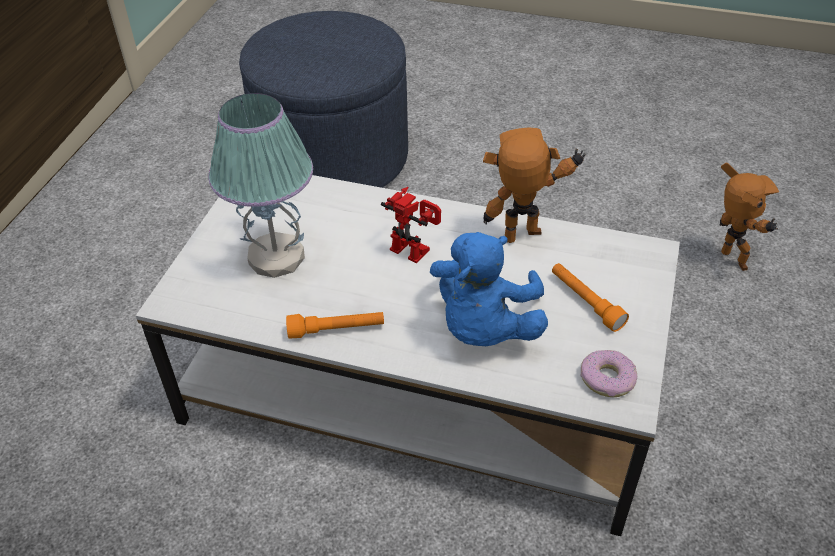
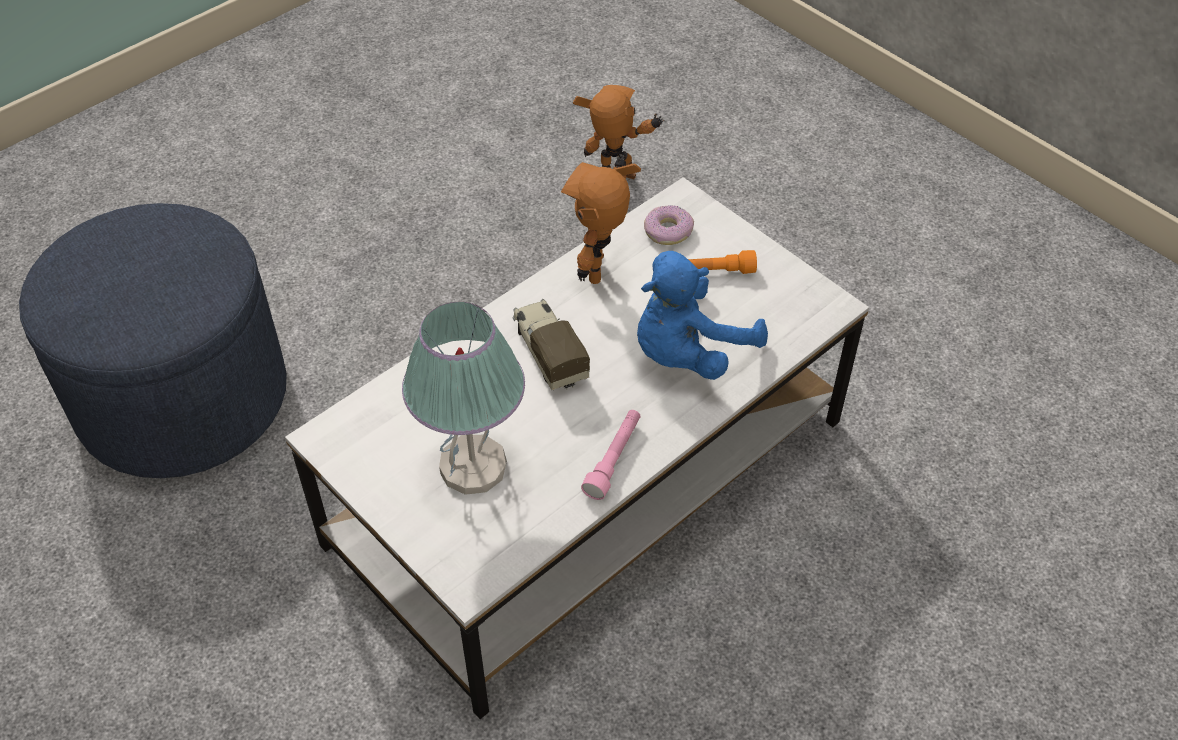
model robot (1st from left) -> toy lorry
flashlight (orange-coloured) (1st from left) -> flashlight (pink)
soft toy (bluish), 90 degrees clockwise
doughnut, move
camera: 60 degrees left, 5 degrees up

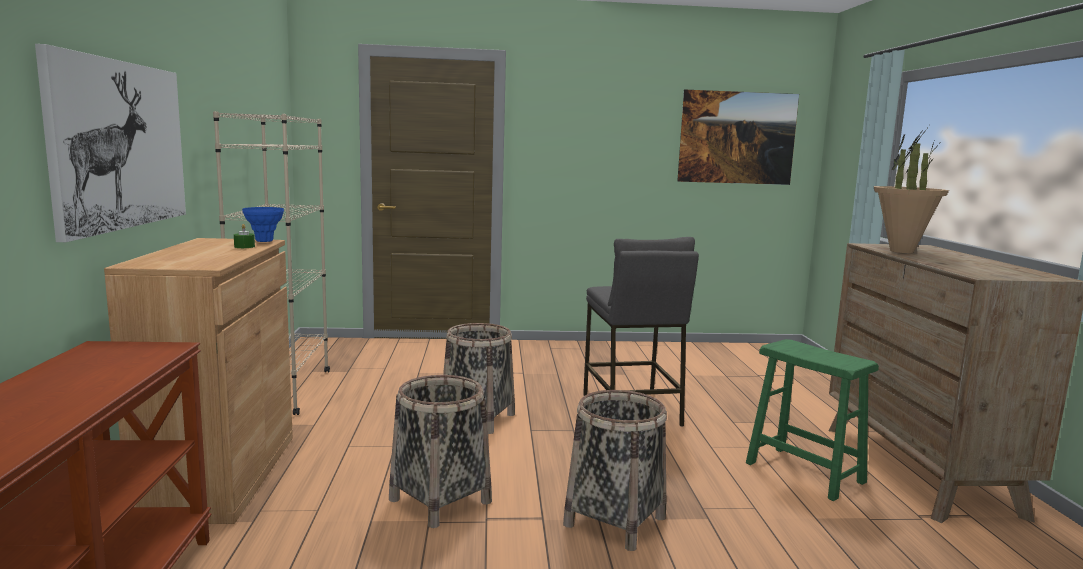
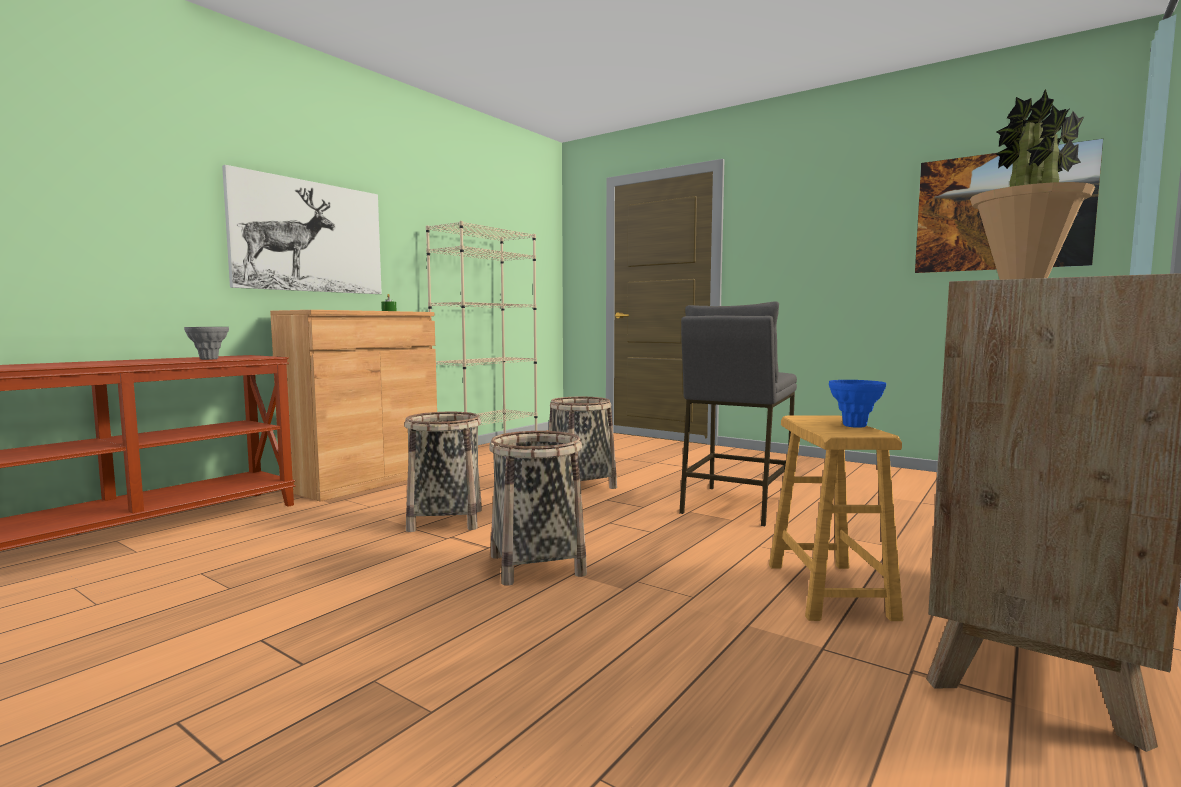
none -> vase (greyish)
stool seat (green) -> stool seat (brown)
vase (bluish), move
camera: 40 degrees right, 5 degrees down

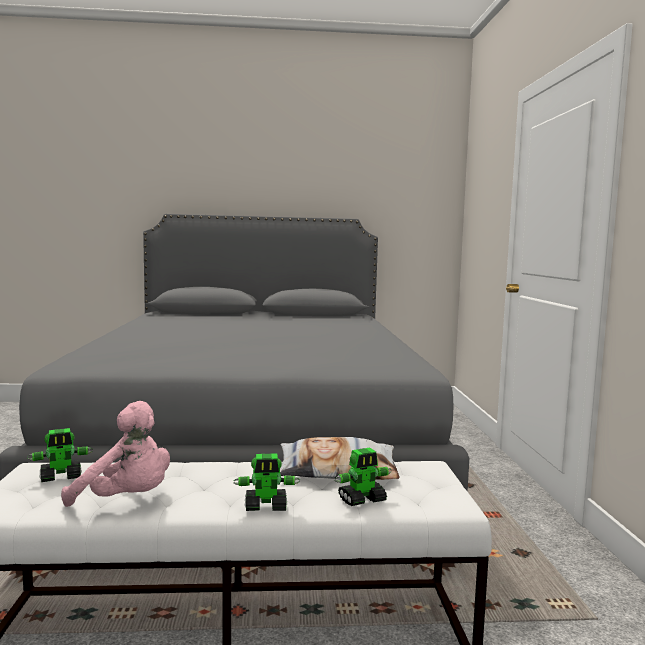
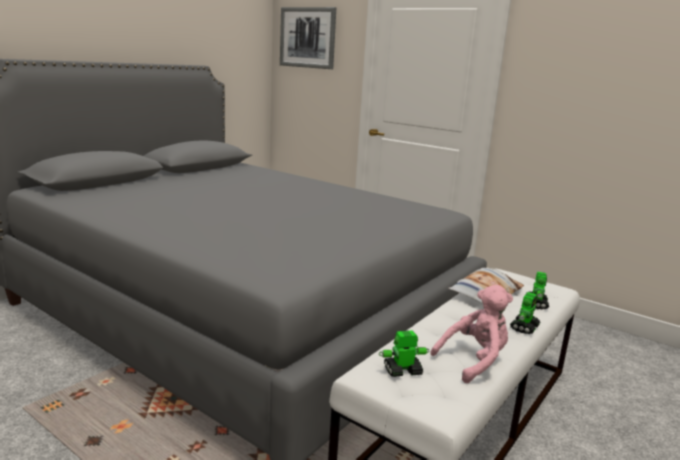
none -> wall art
model robot (1st from left), 120 degrees counterclockwise
camera: 50 degrees left, 10 degrees up

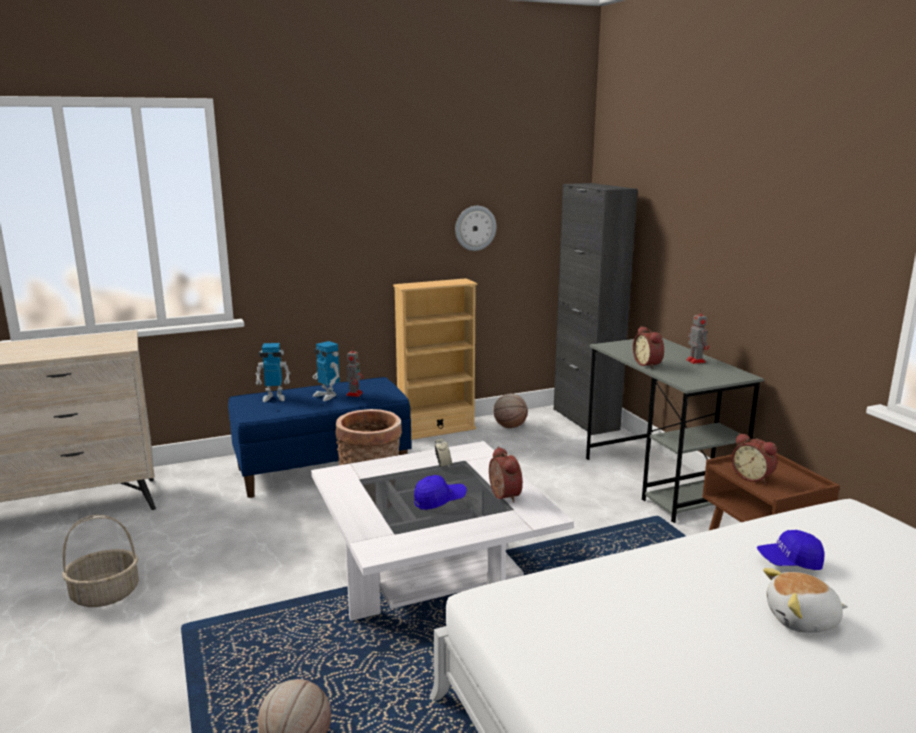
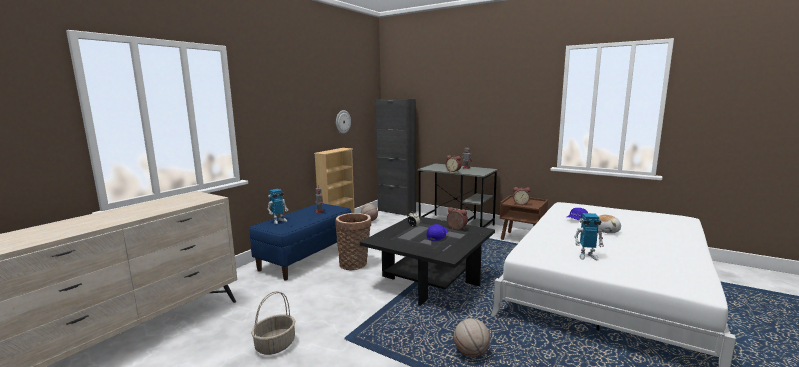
lounge table (white-coloured) -> lounge table (blackish)
model robot (2nd from left in the first image) -> model robot (4th from left), move
camera: 35 degrees left, 5 degrees down

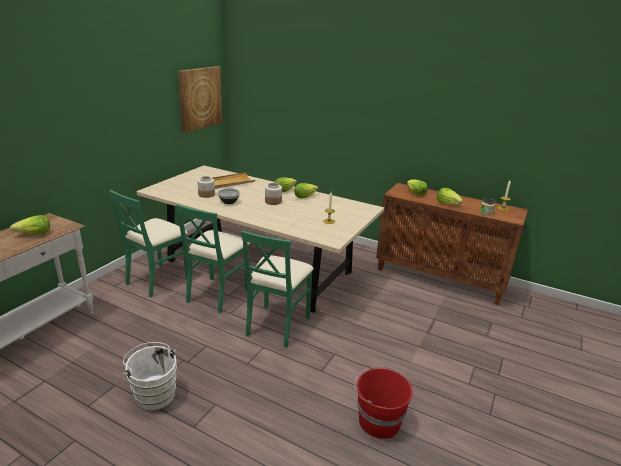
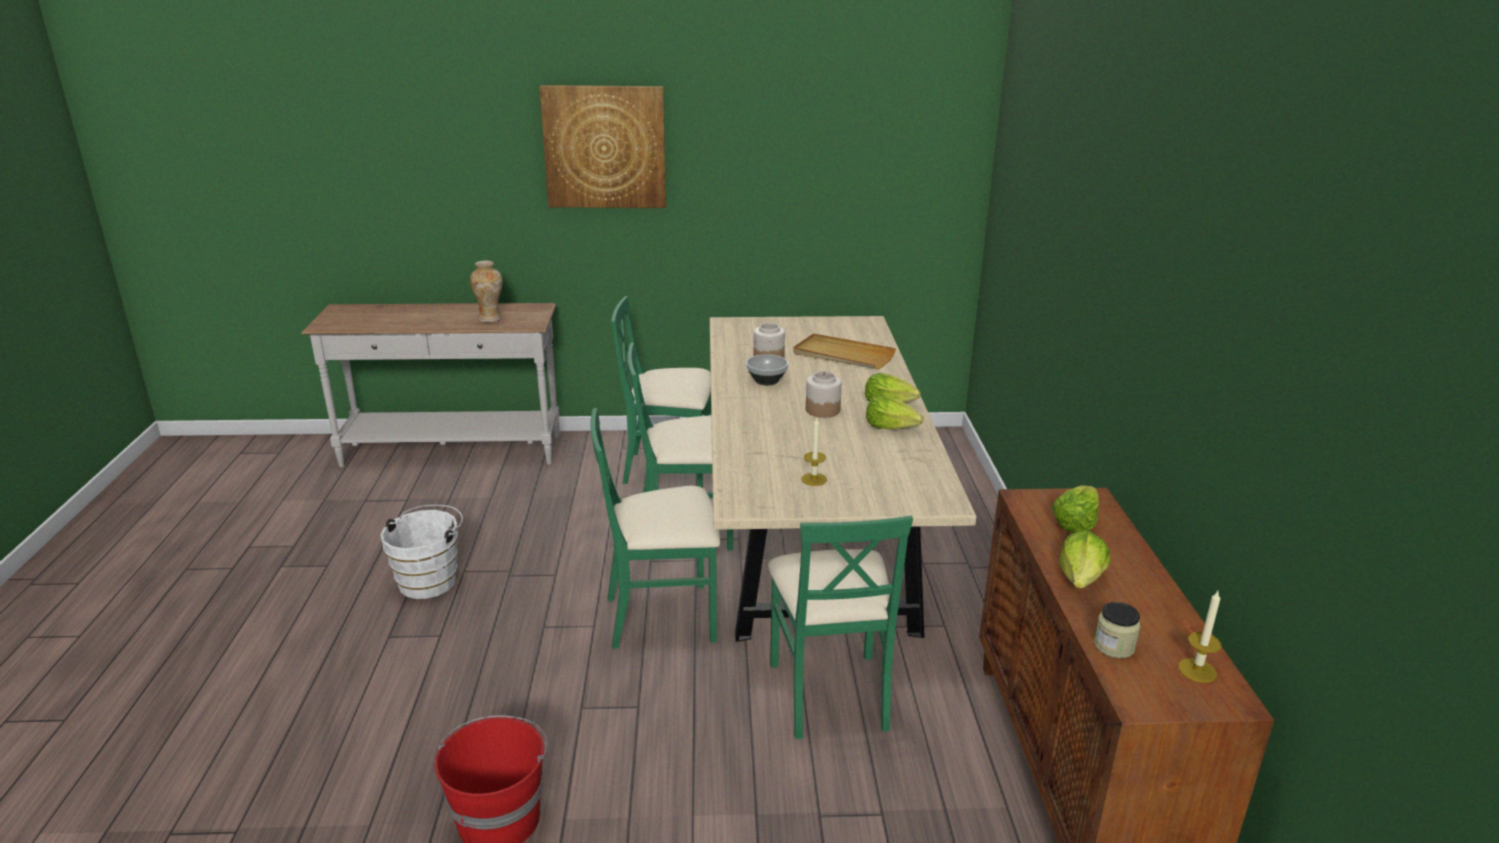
head of lettuce (1st from left) -> vase
wall art, move
none -> upright chair (green) (4th from left)
camera: 60 degrees right, 0 degrees up

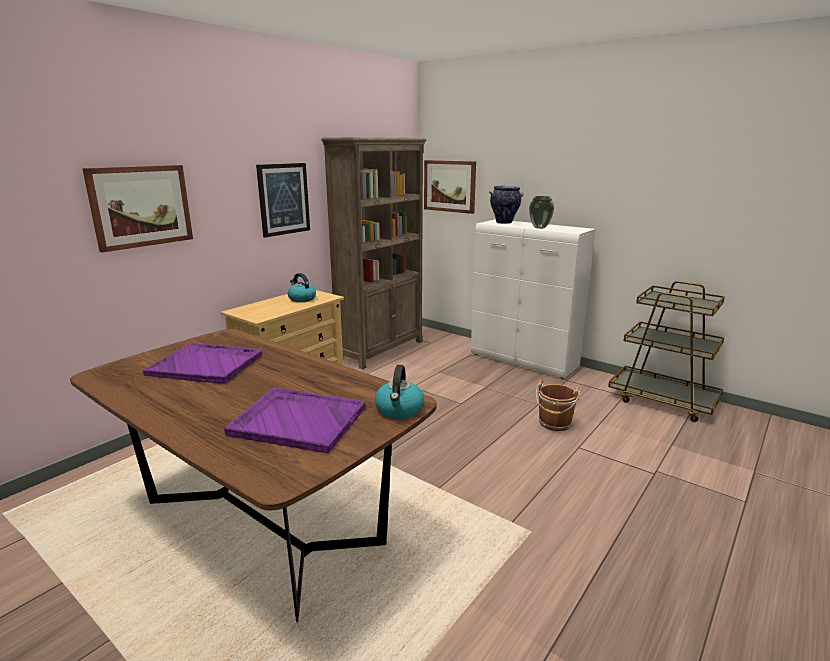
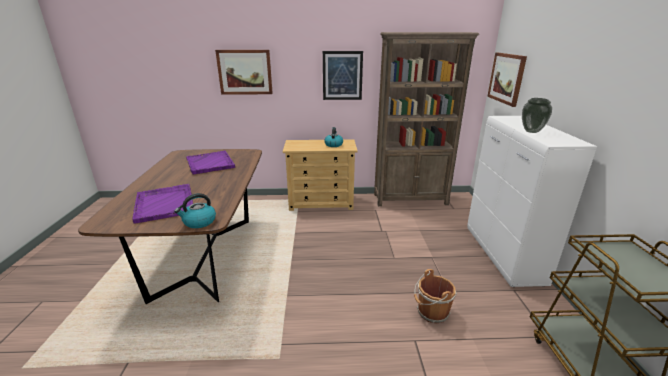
vase (1st from left) -> none
camera: 50 degrees right, 5 degrees up

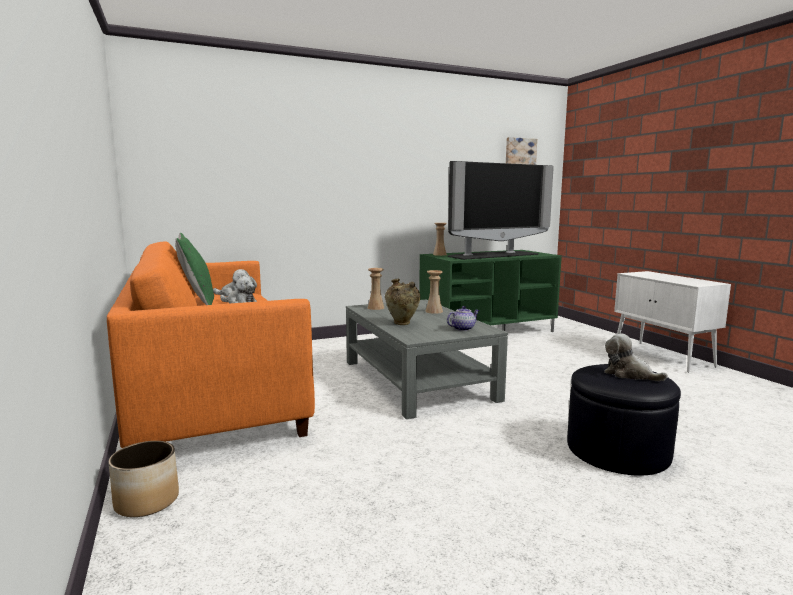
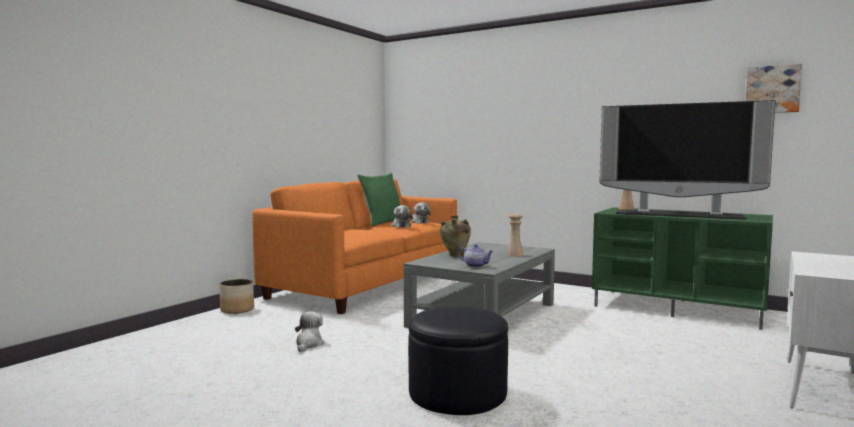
soft toy (3rd from left in the first image) -> soft toy (1st from left), move
vase (beige-coloured) (1st from left) -> none
camera: 55 degrees right, 5 degrees down

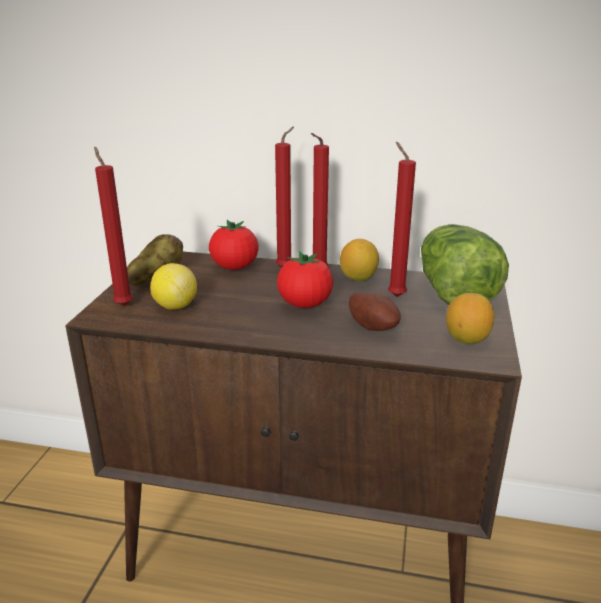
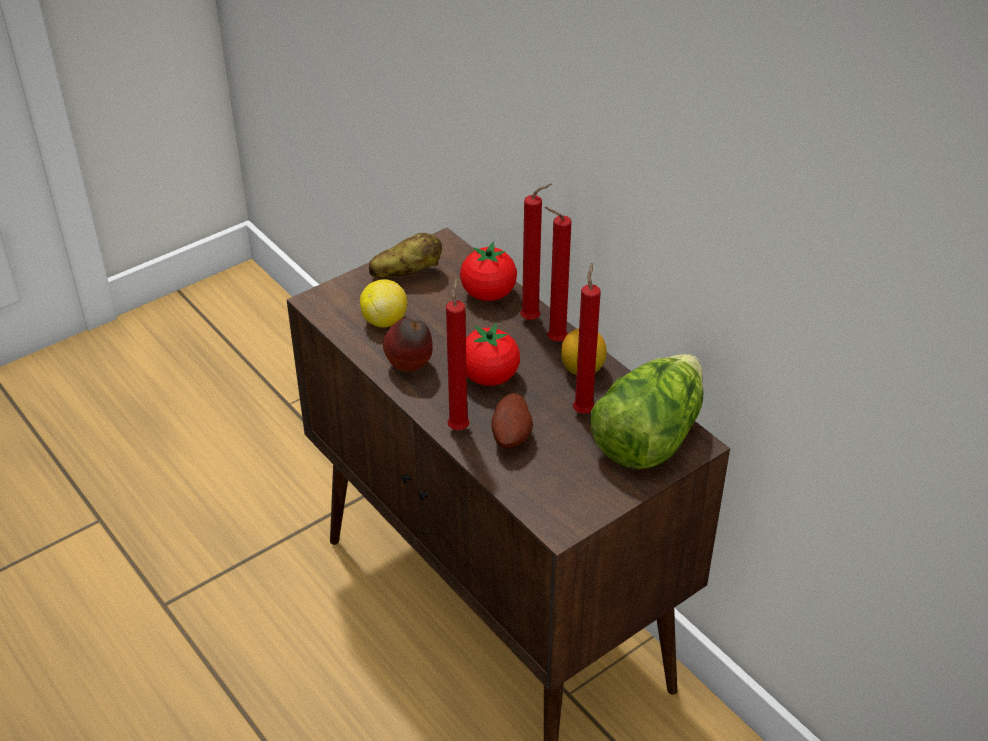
none -> apple
wax light (red) (1st from left), move
lemon (3rd from left) -> none
camera: 40 degrees right, 15 degrees up

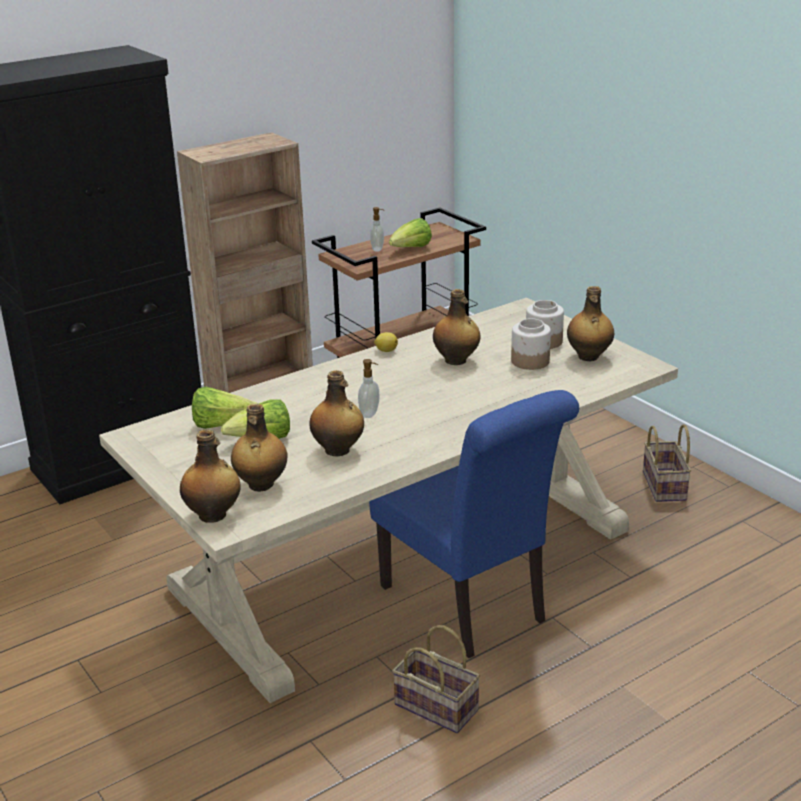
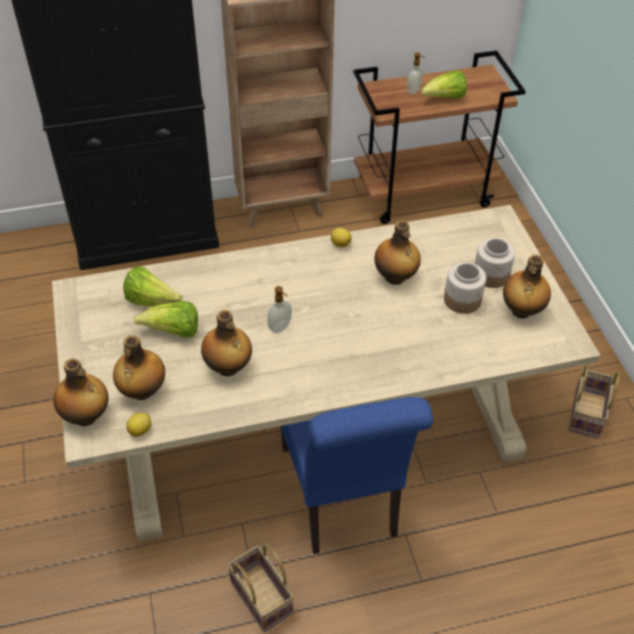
none -> lemon (1st from left)
camera: 20 degrees right, 20 degrees up

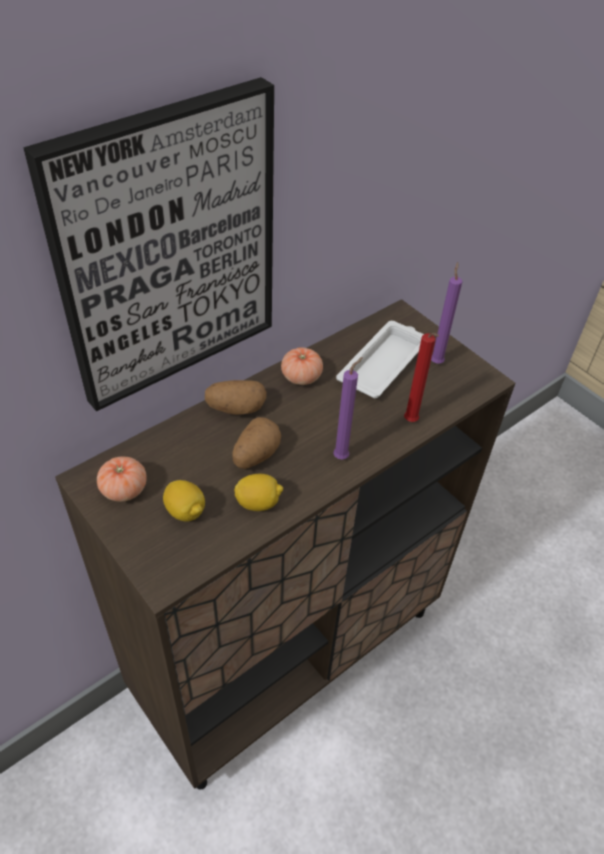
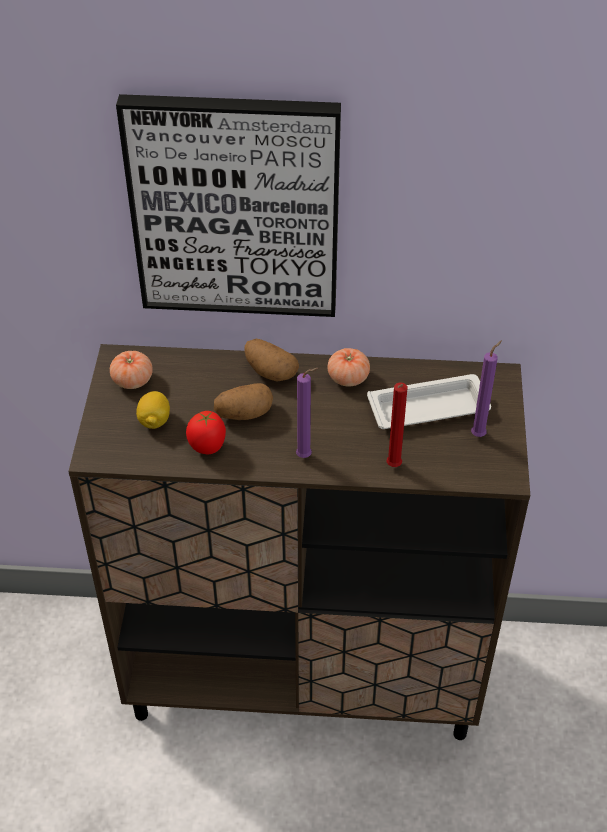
lemon (2nd from left) -> tomato (2nd from left)
camera: 45 degrees right, 0 degrees up

